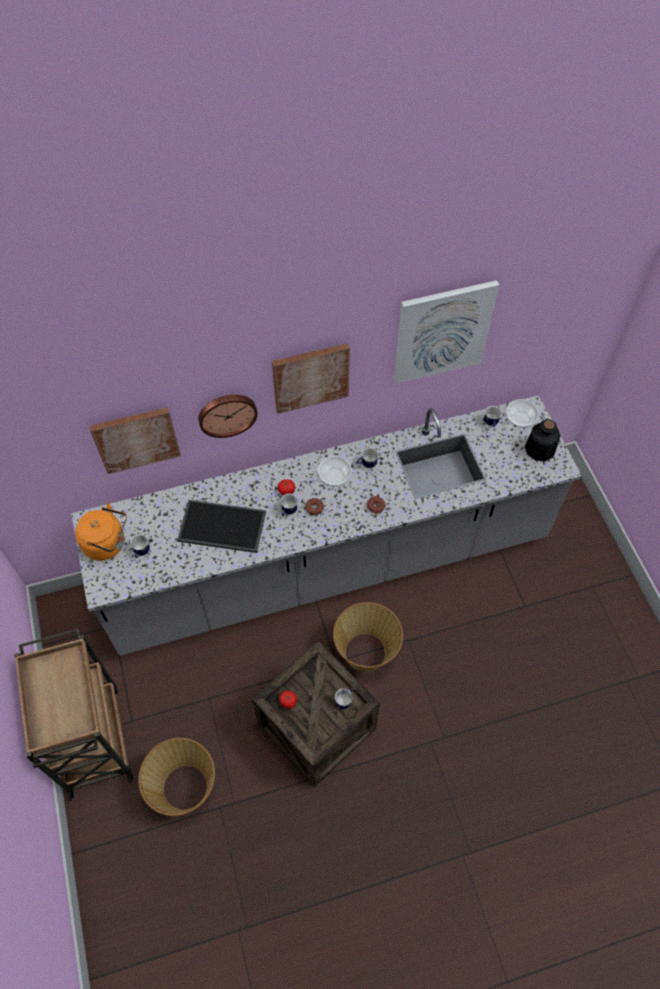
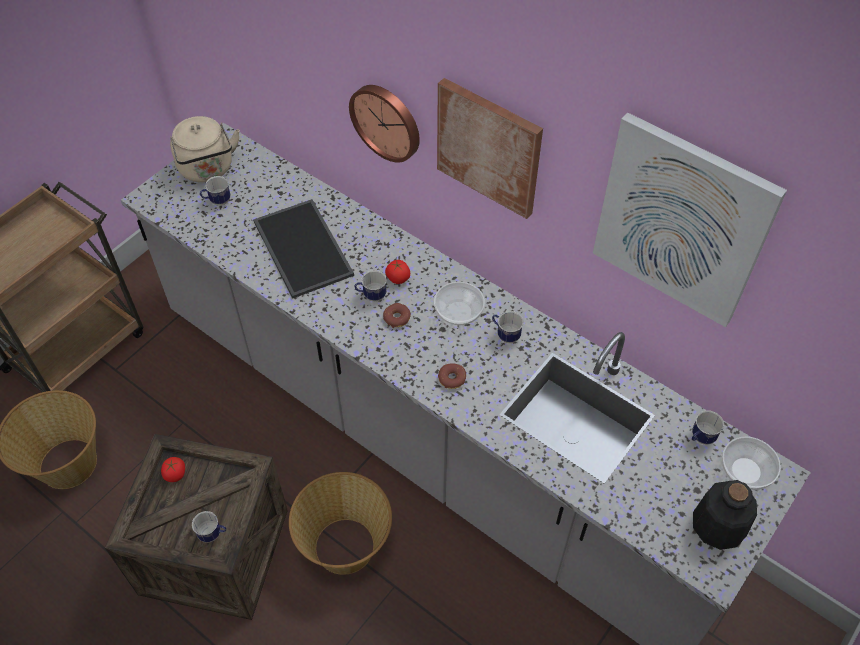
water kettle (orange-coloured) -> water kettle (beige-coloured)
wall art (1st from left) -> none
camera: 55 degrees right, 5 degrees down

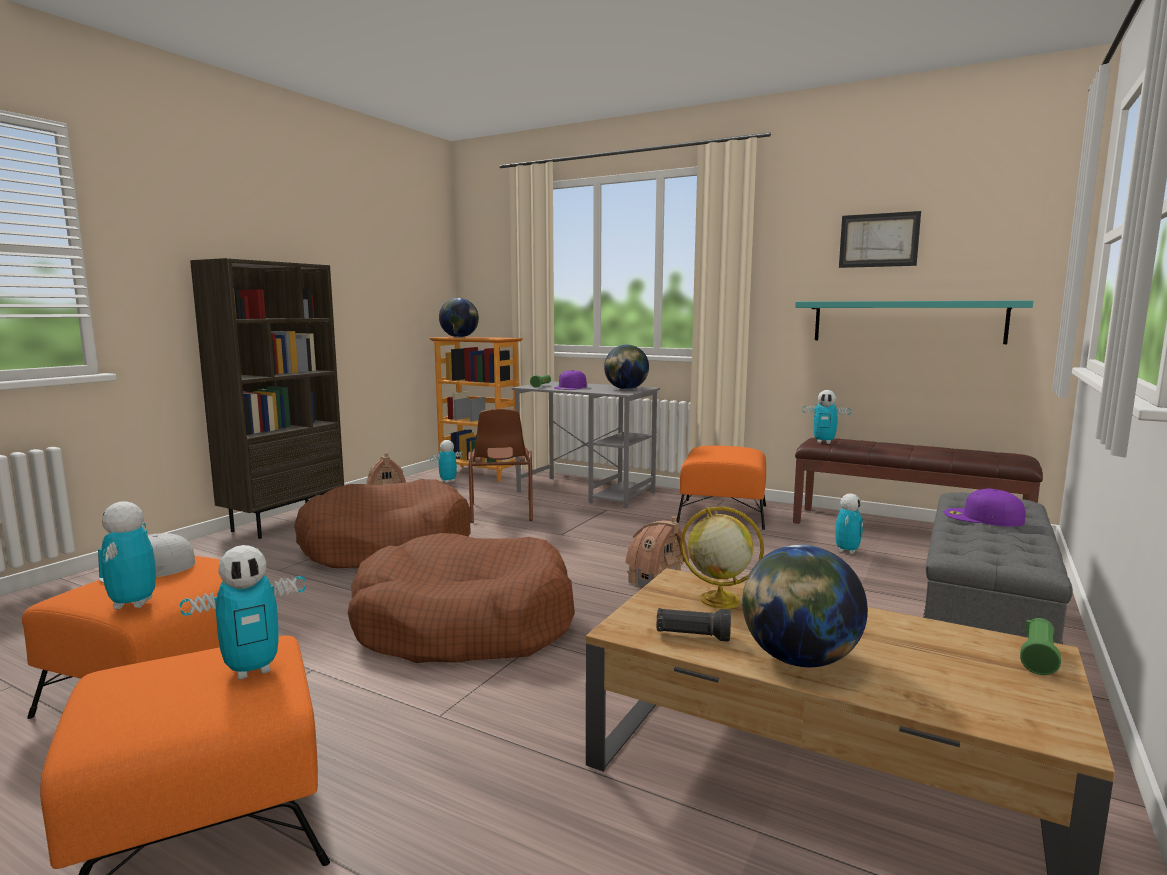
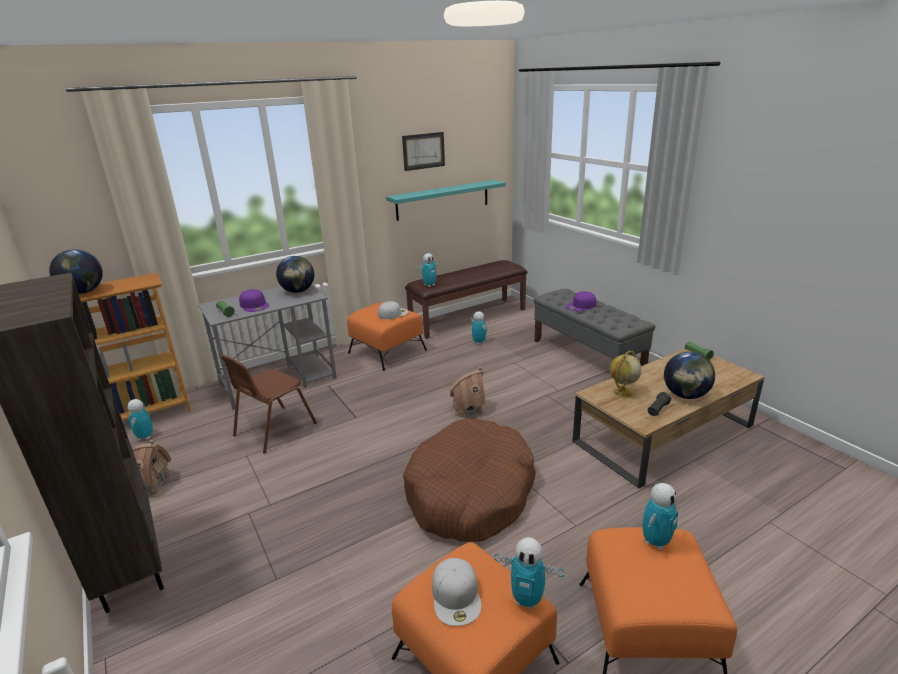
upright chair (brown), 105 degrees clockwise
none -> baseball cap (white-coloured) (1st from left)
model robot (2nd from left in the first image) -> model robot (5th from left), 45 degrees clockwise
pet bed (brown) (1st from left) -> none
camera: 60 degrees left, 15 degrees up

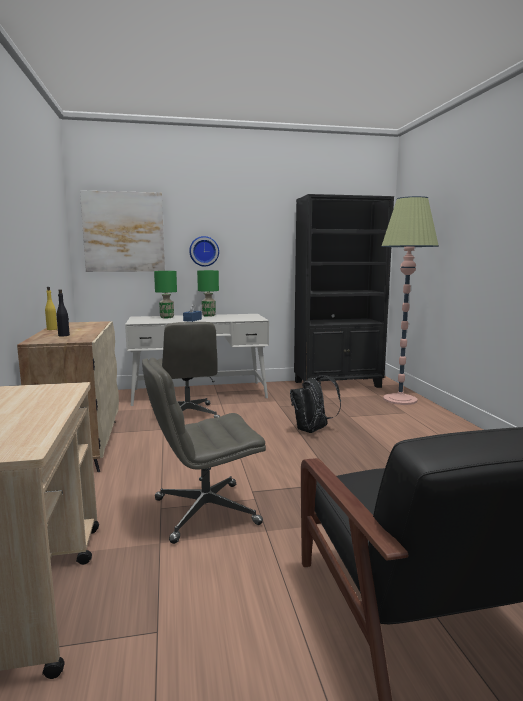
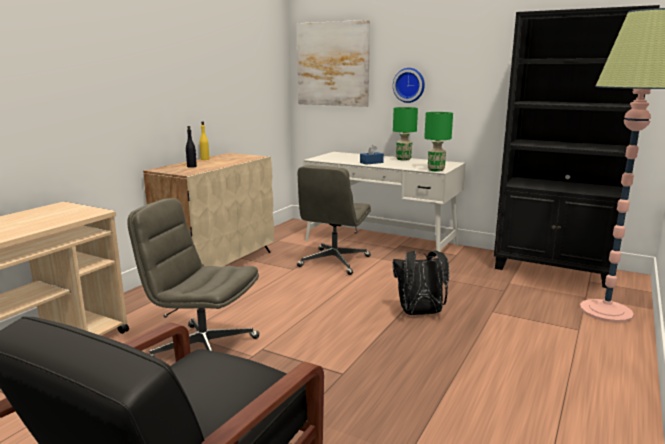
table lamp (green) (1st from left in the first image) -> table lamp (green) (2nd from left), move
camera: 40 degrees right, 5 degrees up

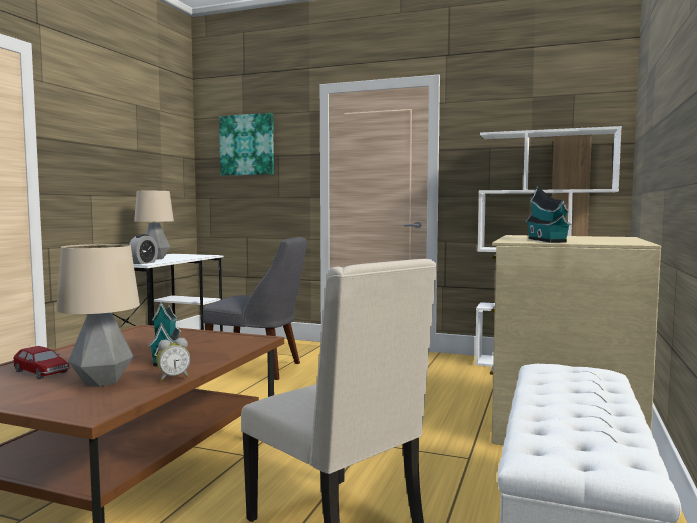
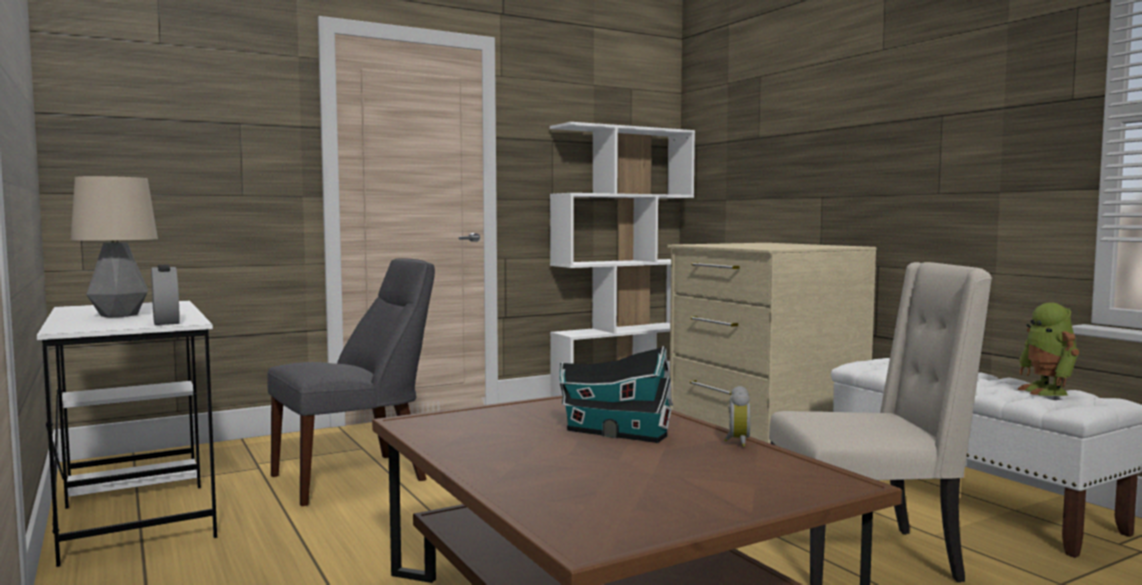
none -> model robot
toy car -> none
table lamp (1st from left) -> none
wall art -> none
toy house (2nd from left) -> none
camera: 50 degrees left, 0 degrees up

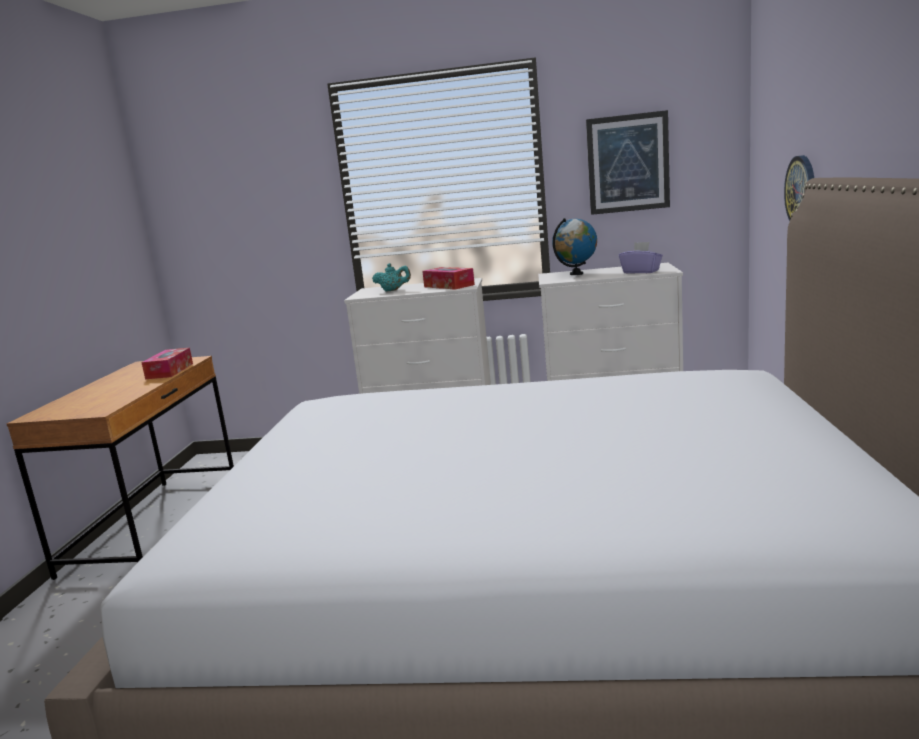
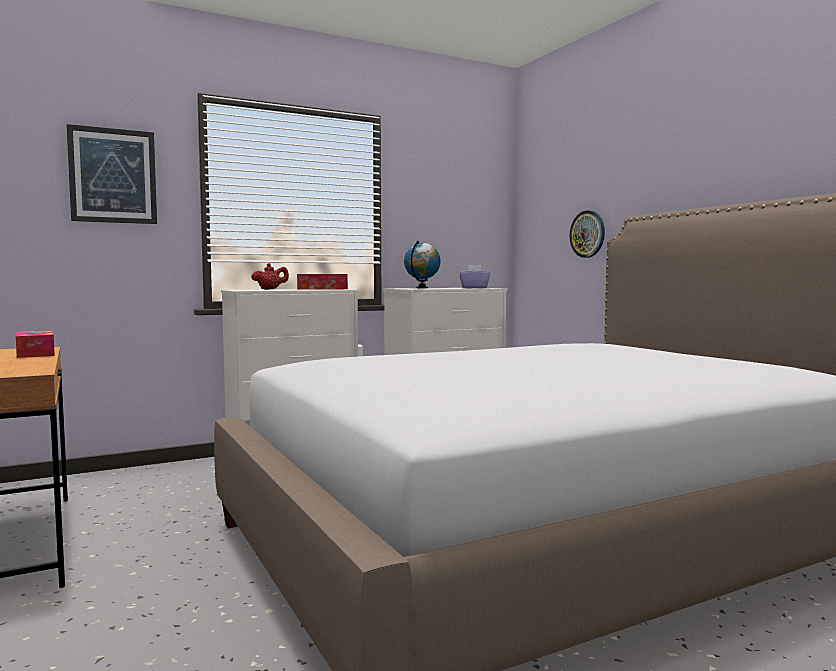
wall art, move
pot for tea (turquoise) -> pot for tea (red)
camera: 35 degrees left, 10 degrees down

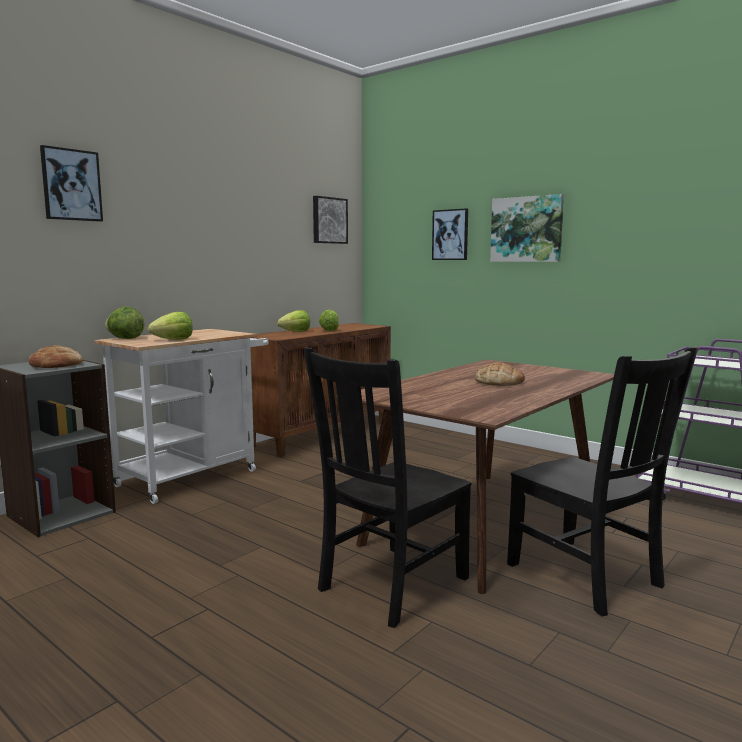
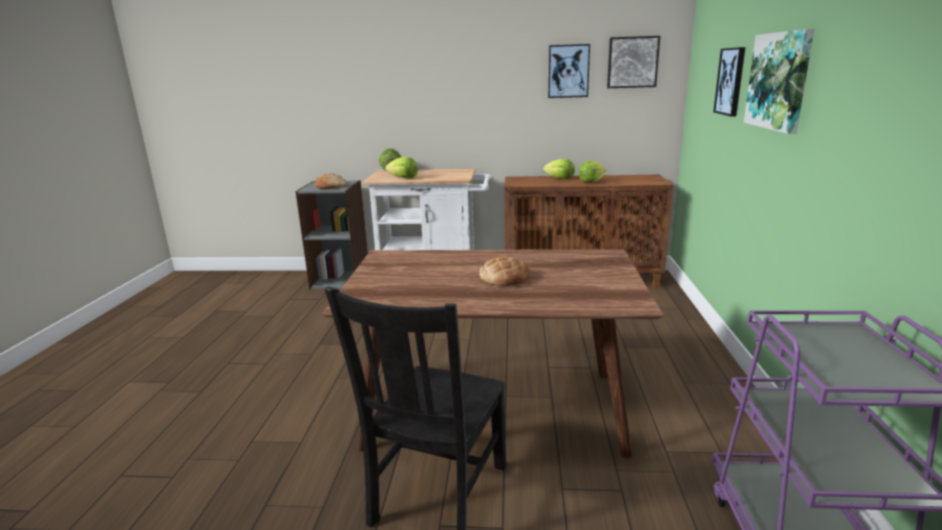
wall art (1st from left), move
upright chair (blackish) (1st from left) -> none
camera: 55 degrees right, 10 degrees up

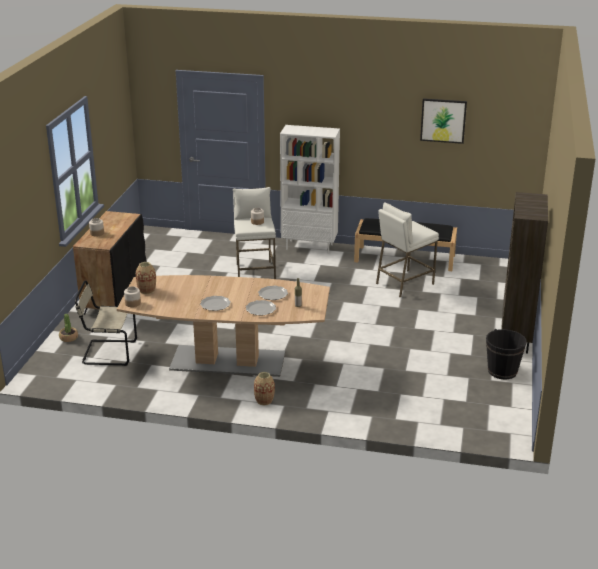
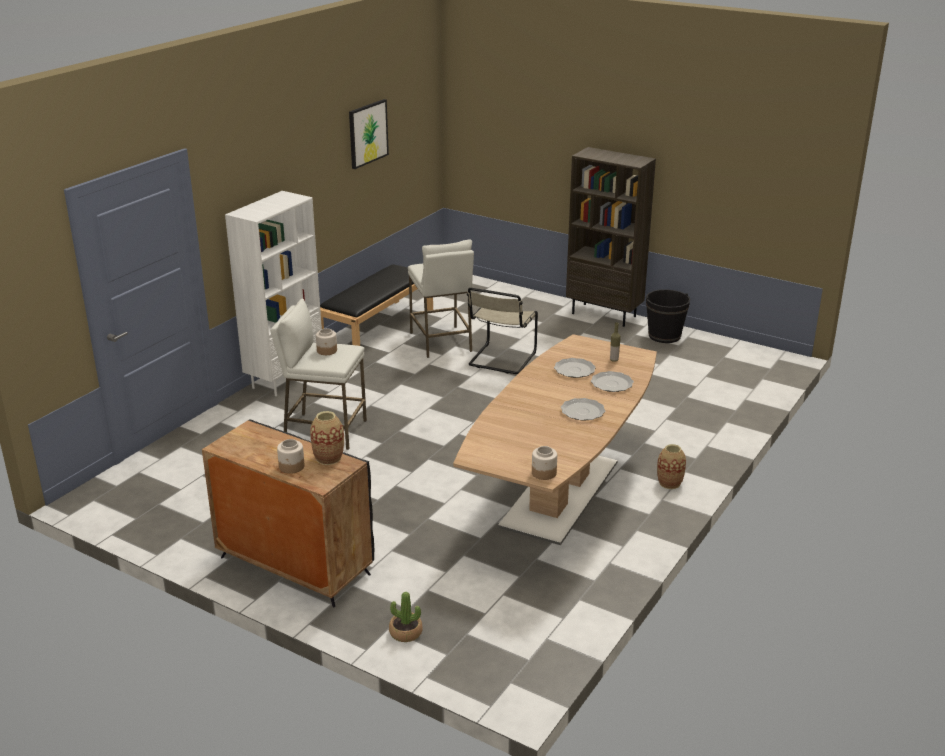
vase (1st from left), move
upright chair (beige-coloured), move
camera: 70 degrees left, 0 degrees up

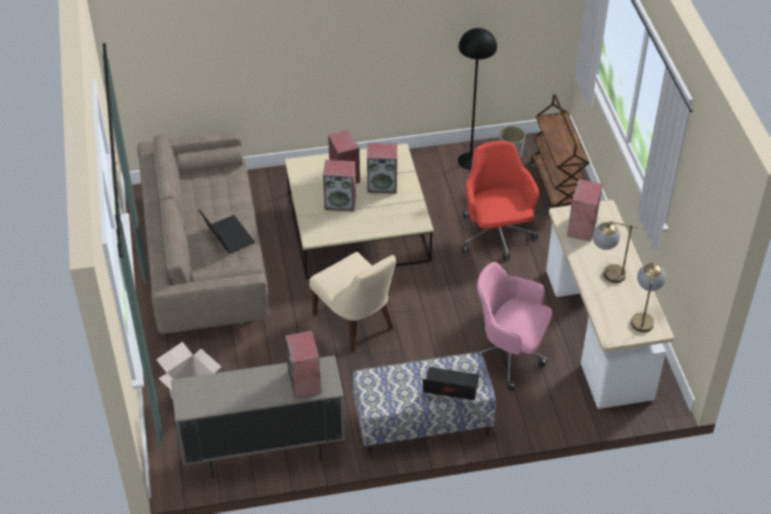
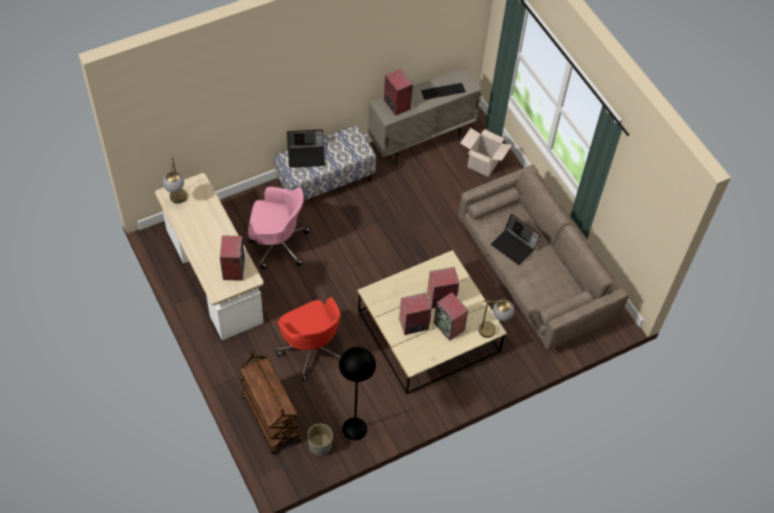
none -> PC keyboard
table lamp (1st from left in the first image) -> table lamp (2nd from left), move
upright chair (beige-coloured) -> none
camera: 160 degrees right, 10 degrees up

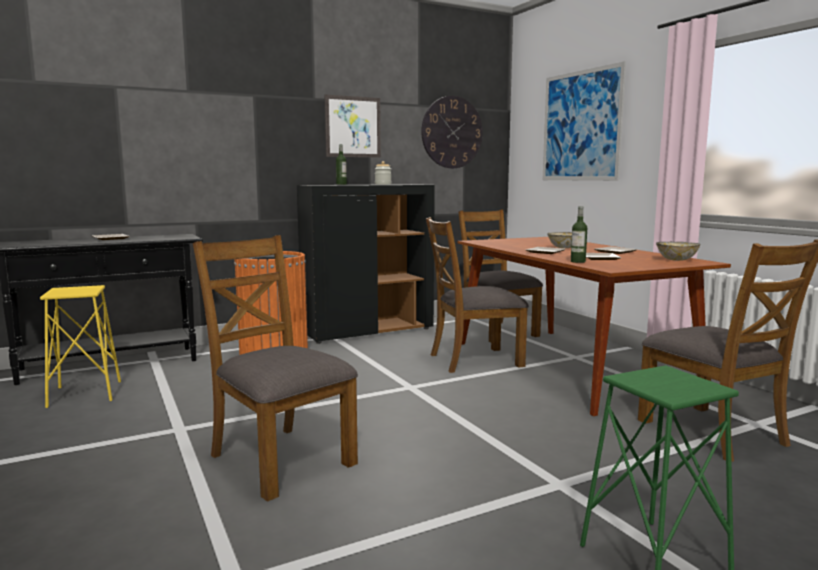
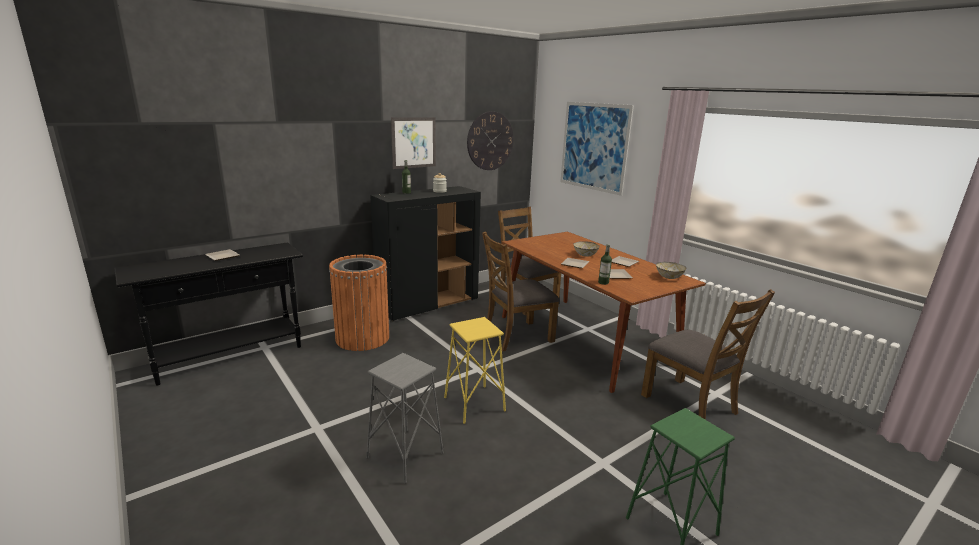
upright chair (brown) (1st from left) -> stool seat (greyish)
stool seat (yellowish), move
camera: 10 degrees left, 10 degrees up

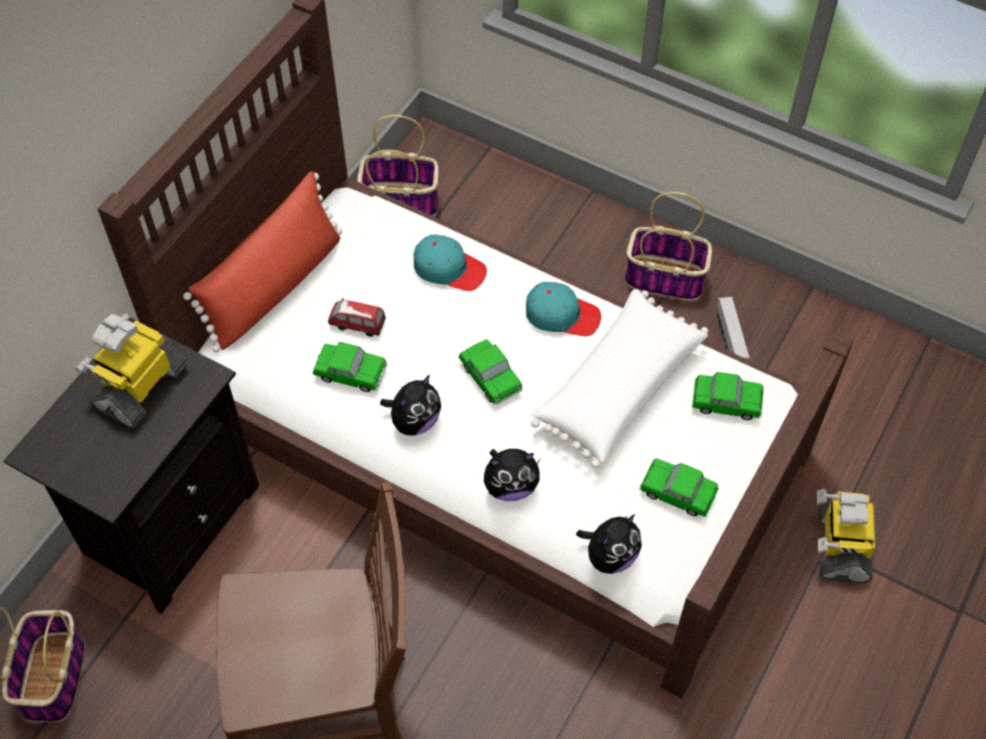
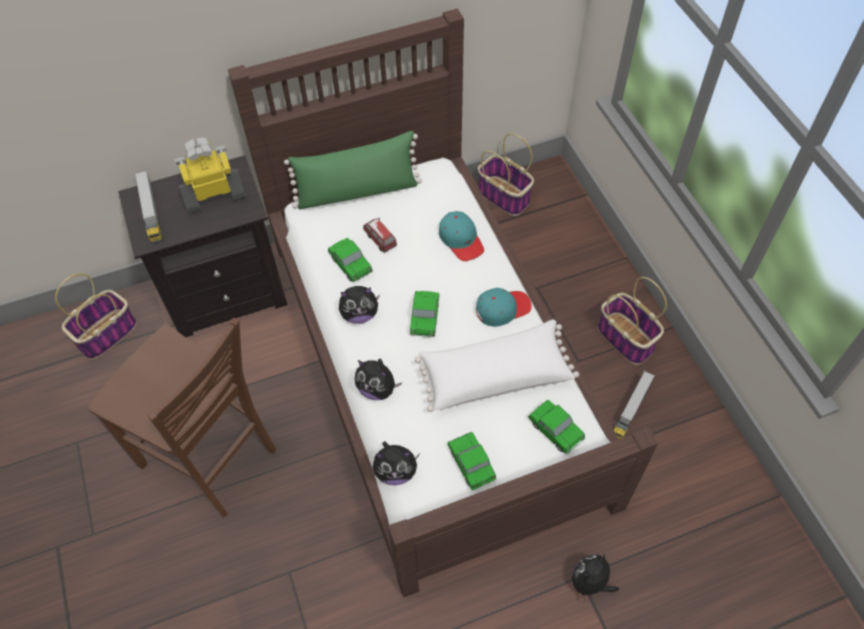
none -> toy lorry (1st from left)
cushion (red) -> cushion (green)
baseball cap (turquoise) (2nd from left), 75 degrees counterclockwise
model robot (2nd from left) -> soft toy (4th from left)
camera: 40 degrees right, 0 degrees up

